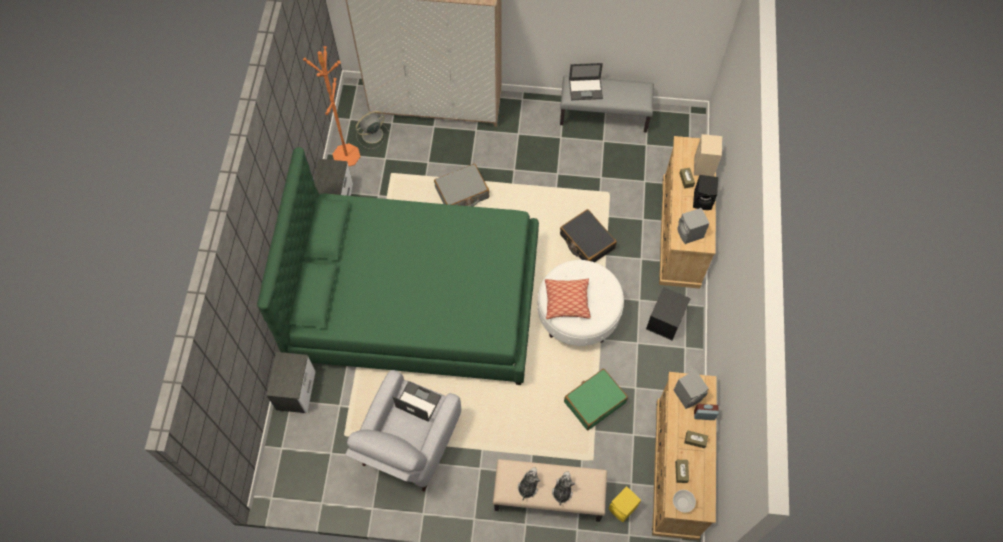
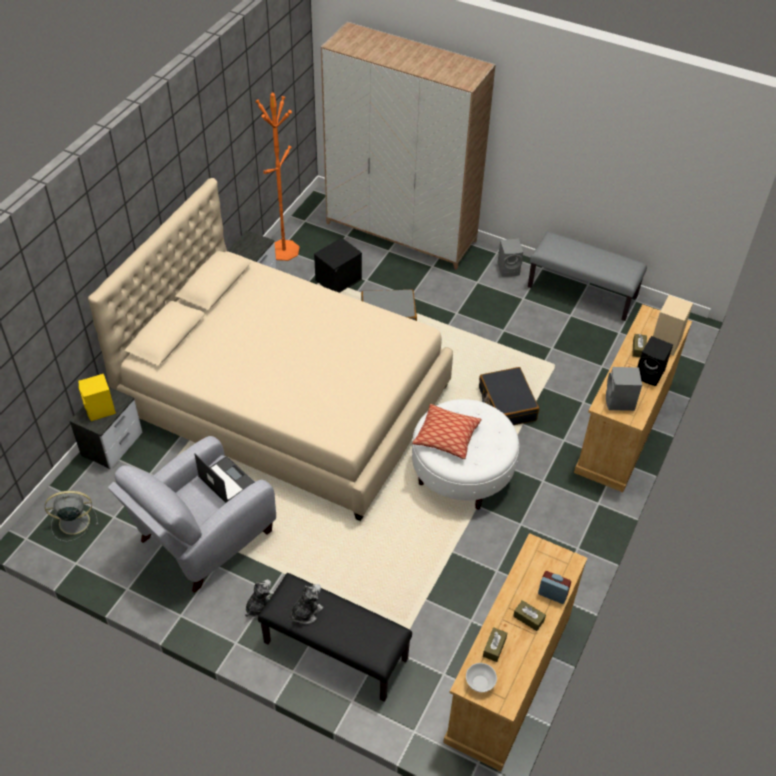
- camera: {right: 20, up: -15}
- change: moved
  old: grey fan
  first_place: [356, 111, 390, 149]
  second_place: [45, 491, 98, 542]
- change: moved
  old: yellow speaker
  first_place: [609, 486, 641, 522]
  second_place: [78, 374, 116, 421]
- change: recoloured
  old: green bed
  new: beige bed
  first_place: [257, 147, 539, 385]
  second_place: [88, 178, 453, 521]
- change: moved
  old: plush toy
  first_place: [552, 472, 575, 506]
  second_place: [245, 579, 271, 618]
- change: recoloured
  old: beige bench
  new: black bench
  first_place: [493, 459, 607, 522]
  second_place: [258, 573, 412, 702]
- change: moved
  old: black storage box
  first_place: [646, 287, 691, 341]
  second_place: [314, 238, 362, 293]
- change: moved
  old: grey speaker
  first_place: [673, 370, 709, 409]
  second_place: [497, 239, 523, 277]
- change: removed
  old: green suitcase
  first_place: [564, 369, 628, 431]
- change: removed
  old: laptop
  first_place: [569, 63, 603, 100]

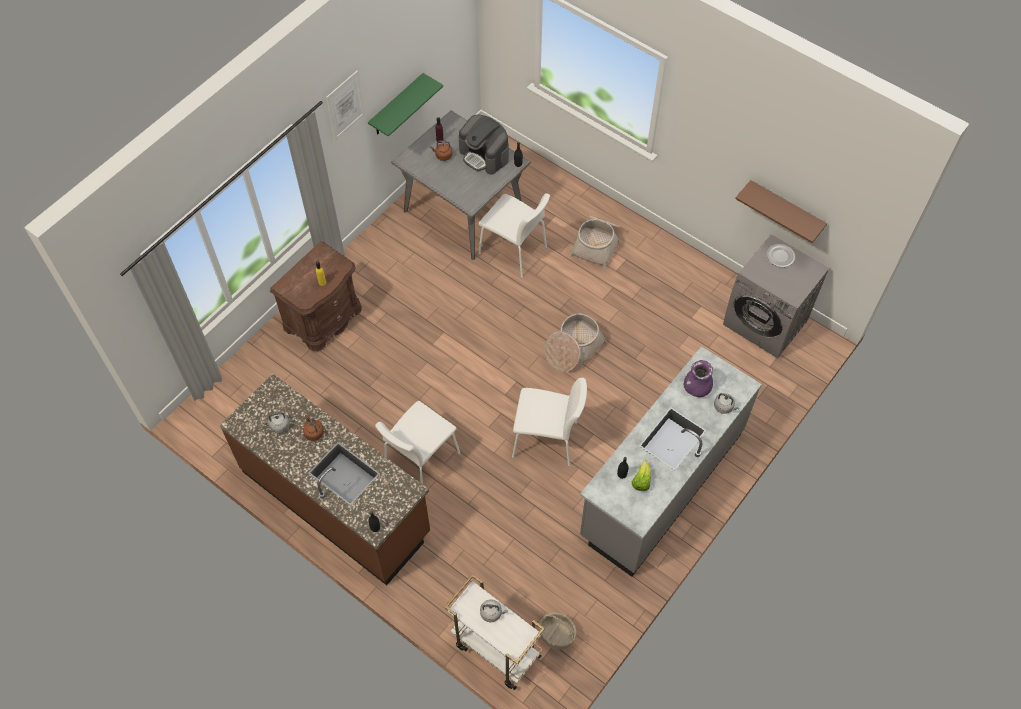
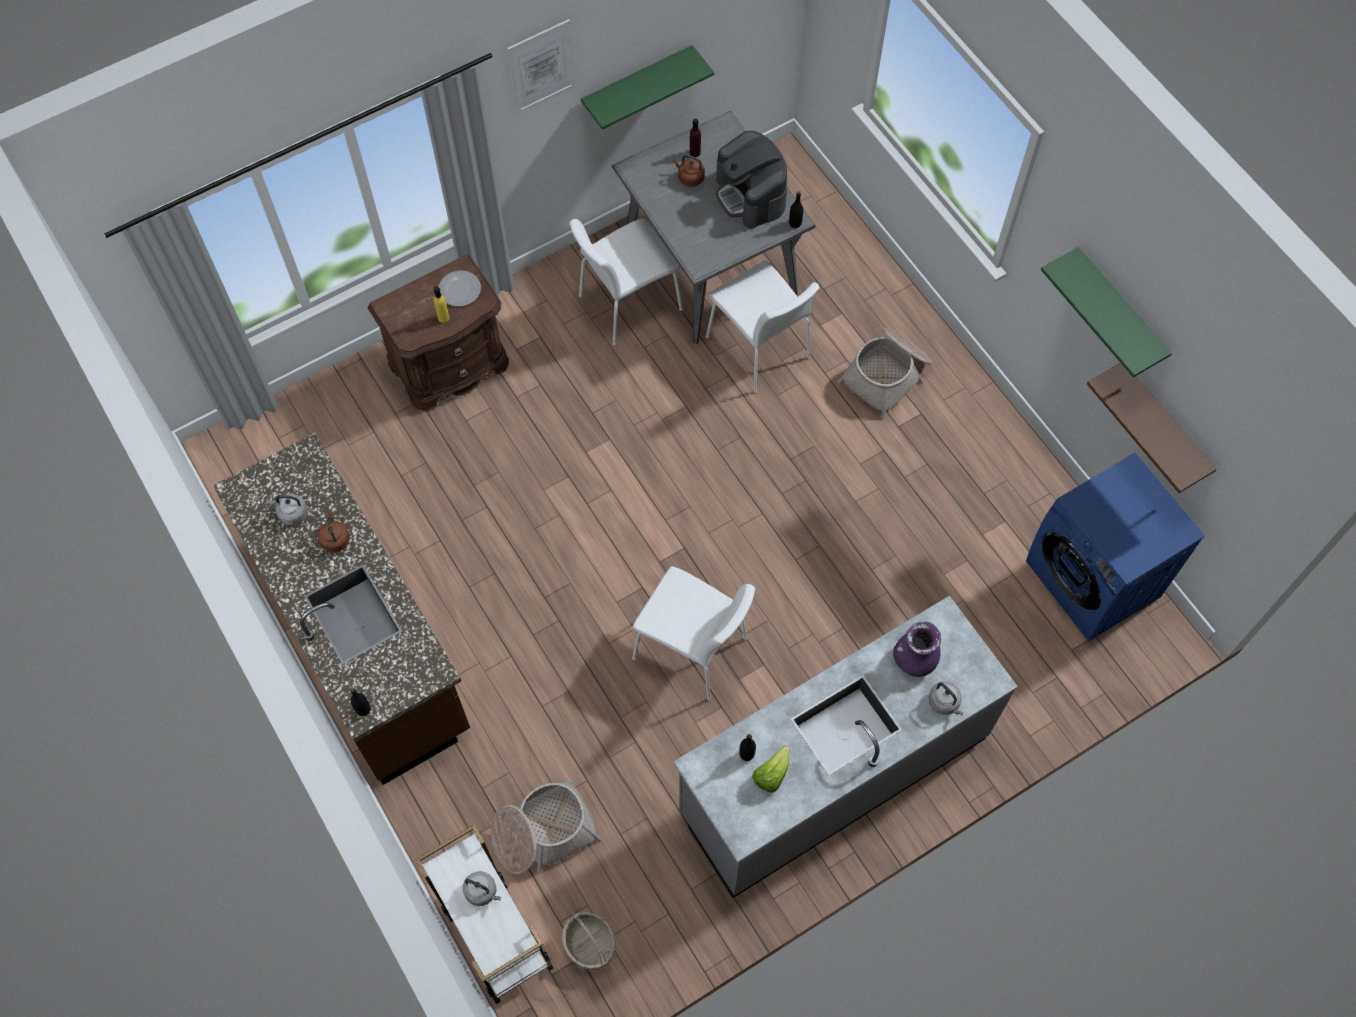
- camera: {right: 20, up: 5}
- change: moved
  old: plate
  first_place: [767, 244, 795, 267]
  second_place: [438, 271, 481, 306]
- change: moved
  old: basket
  first_place: [544, 313, 607, 372]
  second_place: [491, 780, 602, 874]
- change: moved
  old: white chair
  first_place: [375, 401, 460, 484]
  second_place: [569, 218, 683, 345]
- change: recoloured
  old: grey washing machine
  new: blue washing machine
  first_place: [723, 234, 829, 358]
  second_place: [1026, 453, 1205, 641]
- change: added
  new: green shelf
  second_place: [1041, 247, 1172, 377]

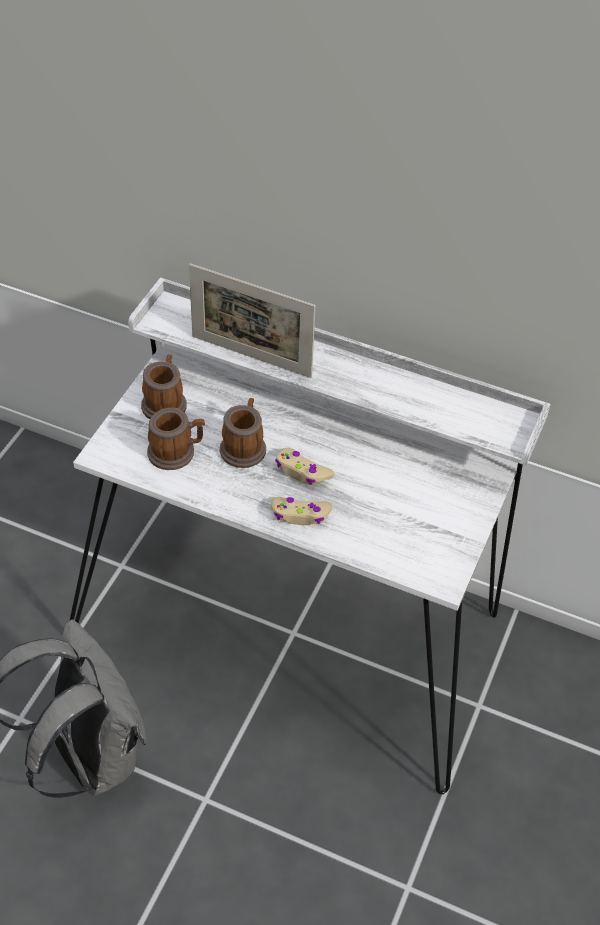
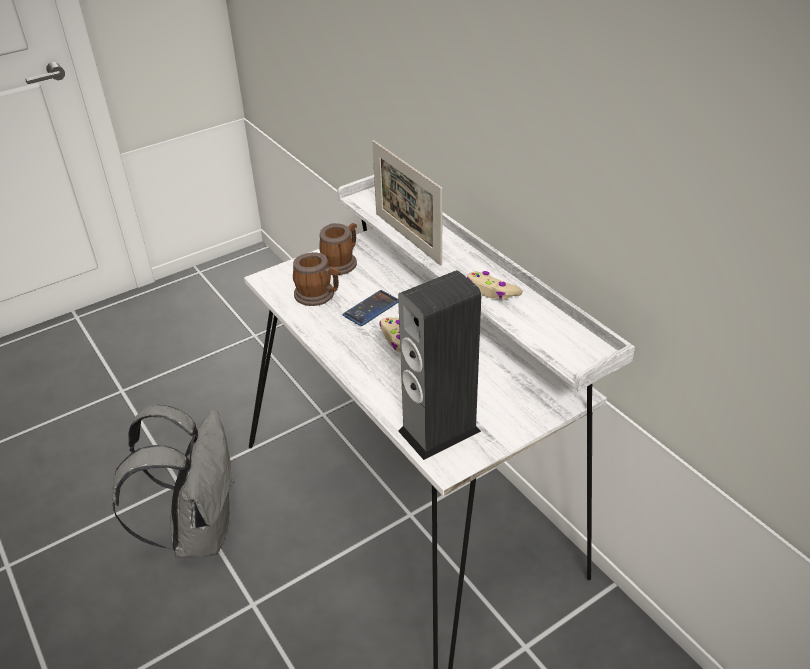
- camera: {right: 35, up: -10}
- change: replaced
  old: mug
  new: phone
  first_place: [220, 398, 266, 468]
  second_place: [343, 290, 398, 326]
- change: added
  new: speaker
  second_place: [398, 270, 481, 460]
- change: moved
  old: beige game controller
  first_place: [271, 497, 332, 525]
  second_place: [467, 271, 523, 300]

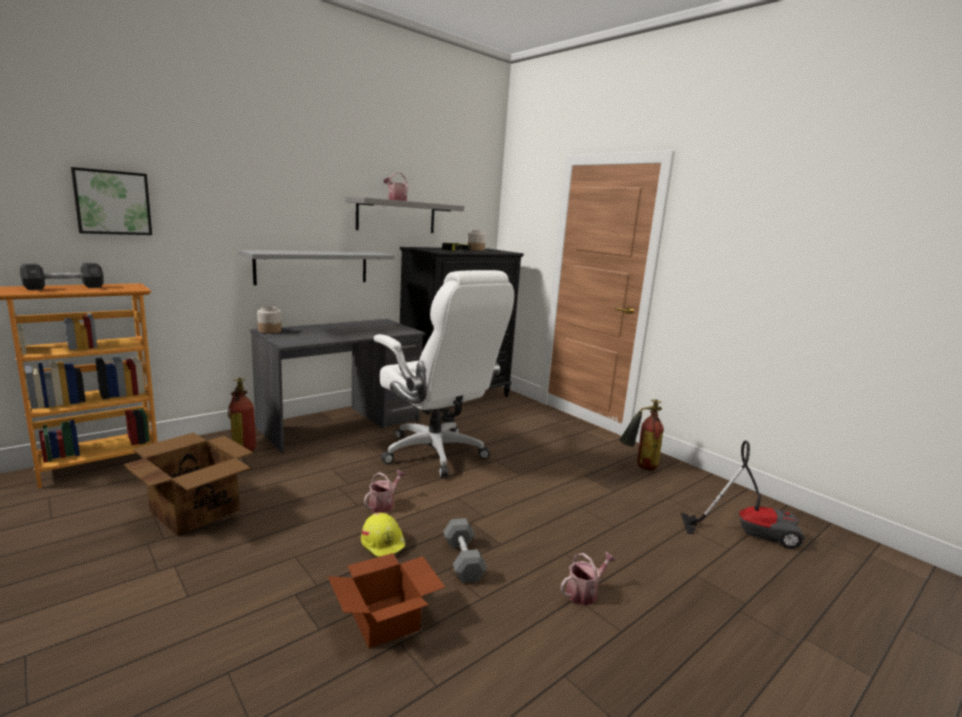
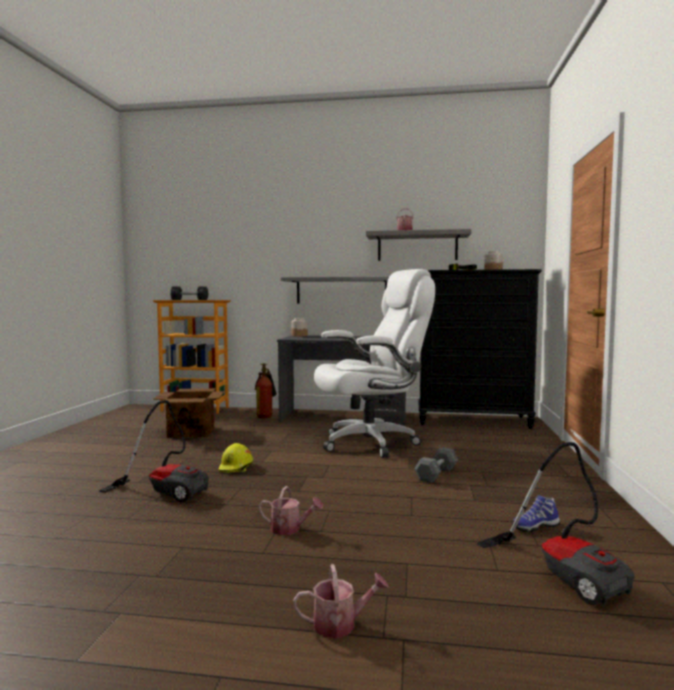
- camera: {right: 50, up: -10}
- change: replaced
  old: cardboard box
  new: vacuum cleaner
  first_place: [328, 553, 445, 649]
  second_place: [99, 400, 209, 502]
- change: moved
  old: watering can
  first_place: [364, 470, 406, 513]
  second_place: [293, 564, 388, 639]
- change: turned
  old: white office chair
  first_place: [374, 270, 514, 478]
  second_place: [314, 269, 435, 458]
  degrees: -120
- change: moved
  old: grey dumbbell
  first_place: [443, 518, 487, 583]
  second_place: [414, 447, 458, 483]
- change: added
  new: shoe
  second_place: [512, 495, 560, 532]
- change: removed
  old: picture
  first_place: [71, 167, 152, 235]
- change: removed
  old: fire extinguisher
  first_place: [619, 399, 664, 470]

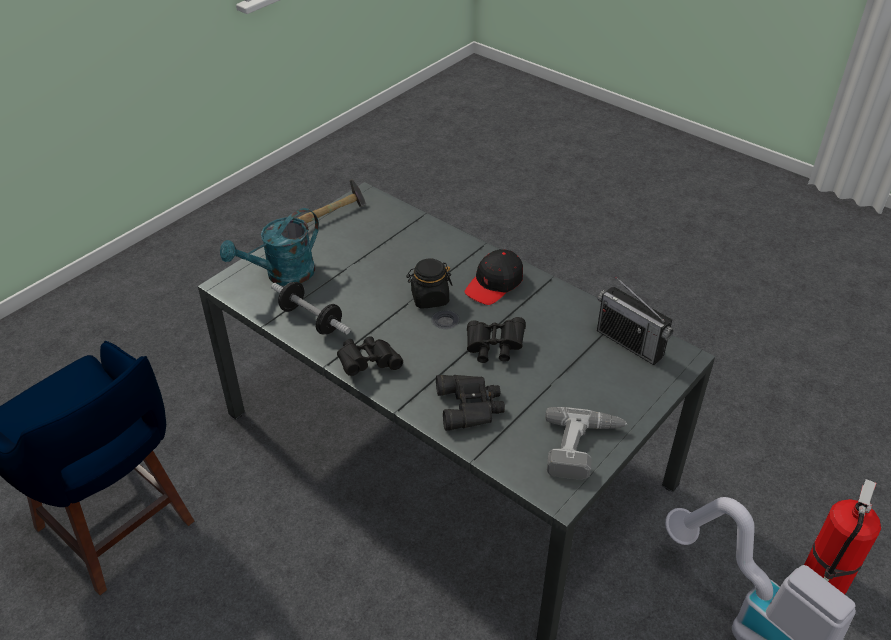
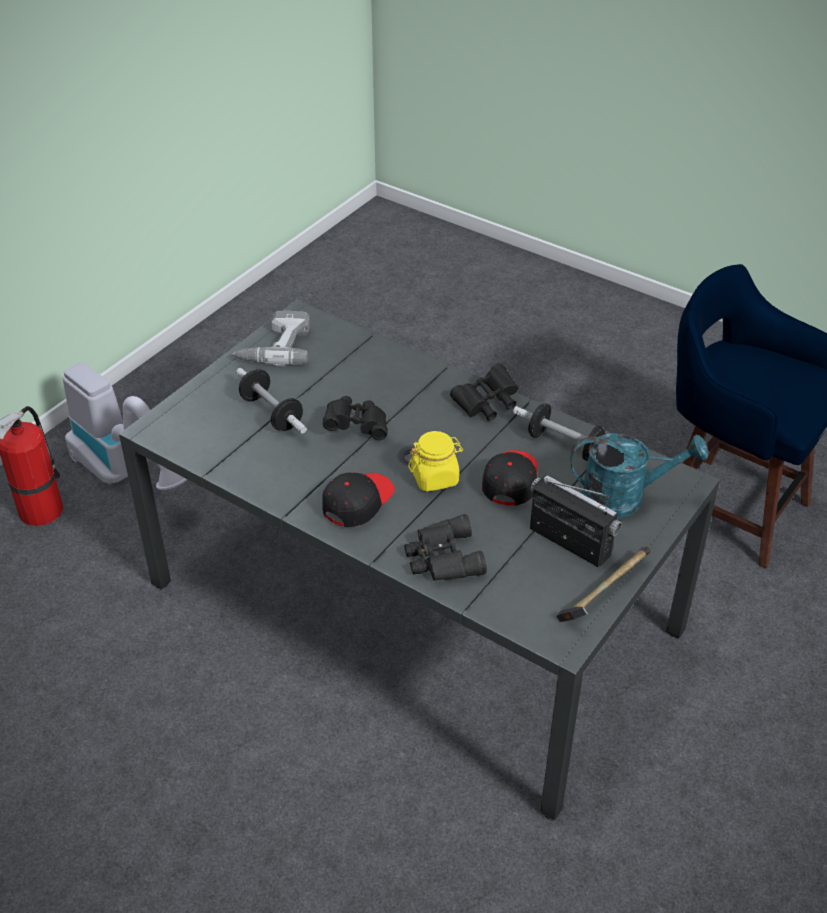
- camera: {right: 175, up: 0}
- change: added
  new: dumbbell
  second_place: [236, 368, 307, 434]
- change: moved
  old: black binoculars
  first_place: [436, 375, 505, 431]
  second_place: [404, 514, 487, 580]
- change: recoloured
  old: black jar
  new: yellow jar
  first_place: [406, 258, 453, 309]
  second_place: [408, 431, 463, 492]
- change: added
  new: black cap
  second_place: [482, 450, 538, 506]
- change: moved
  old: radio
  first_place: [597, 277, 674, 365]
  second_place: [530, 475, 622, 567]
- change: turned
  old: turquoise watering can
  first_place: [220, 208, 319, 286]
  second_place: [570, 433, 709, 518]
  degrees: 45

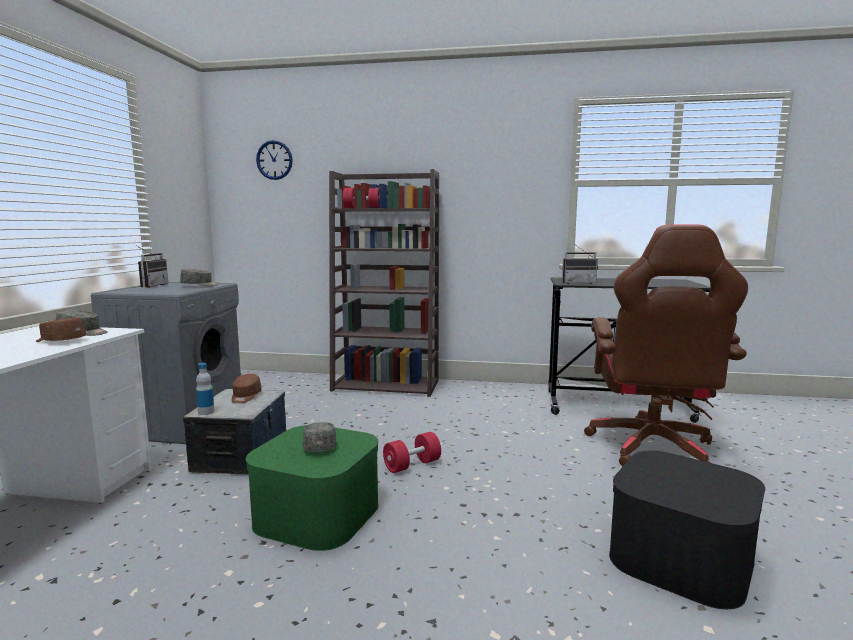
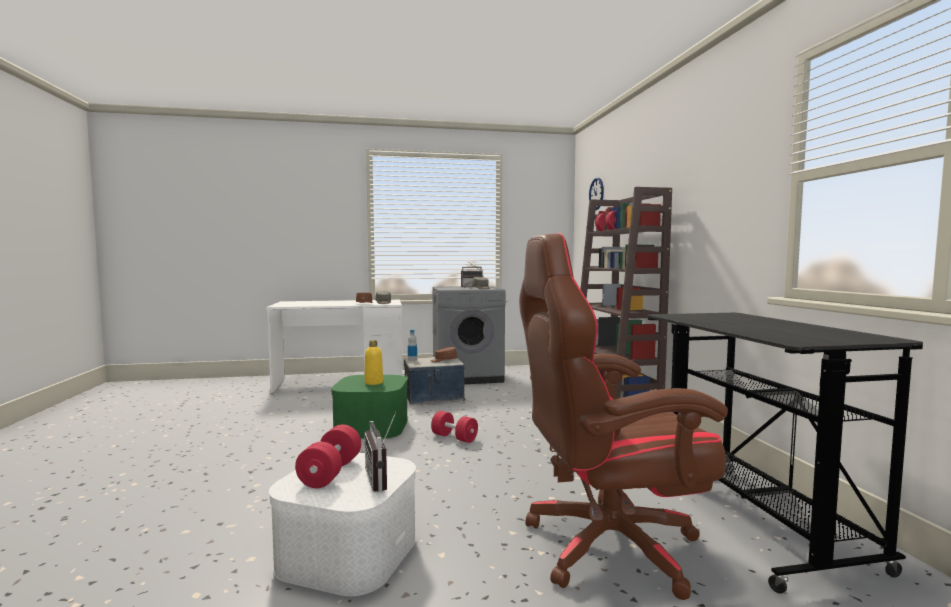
- camera: {right: 70, up: -5}
- change: recoloured
  old: black storage box
  new: white storage box
  first_place: [609, 451, 765, 609]
  second_place: [269, 453, 416, 596]
- change: added
  new: red dumbbell
  second_place: [295, 424, 361, 488]
- change: replaced
  old: grey cap
  new: yellow bottle
  first_place: [303, 422, 336, 452]
  second_place: [365, 340, 383, 385]
- change: moved
  old: radio
  first_place: [562, 245, 598, 284]
  second_place: [365, 412, 396, 492]

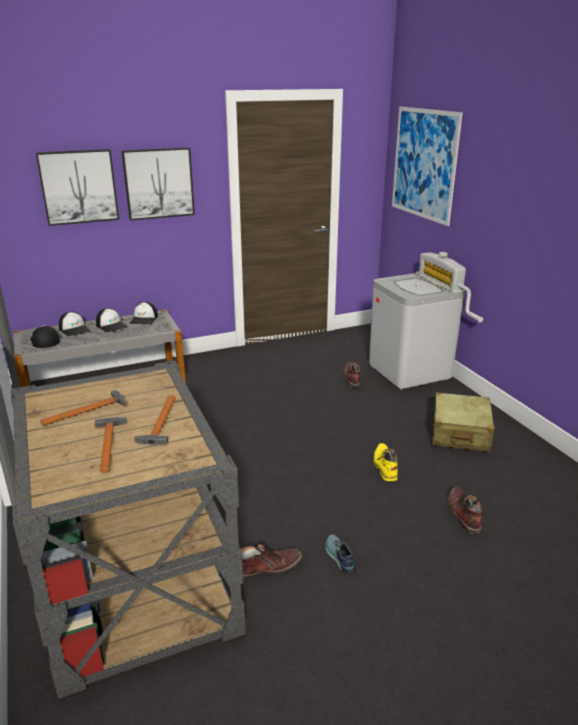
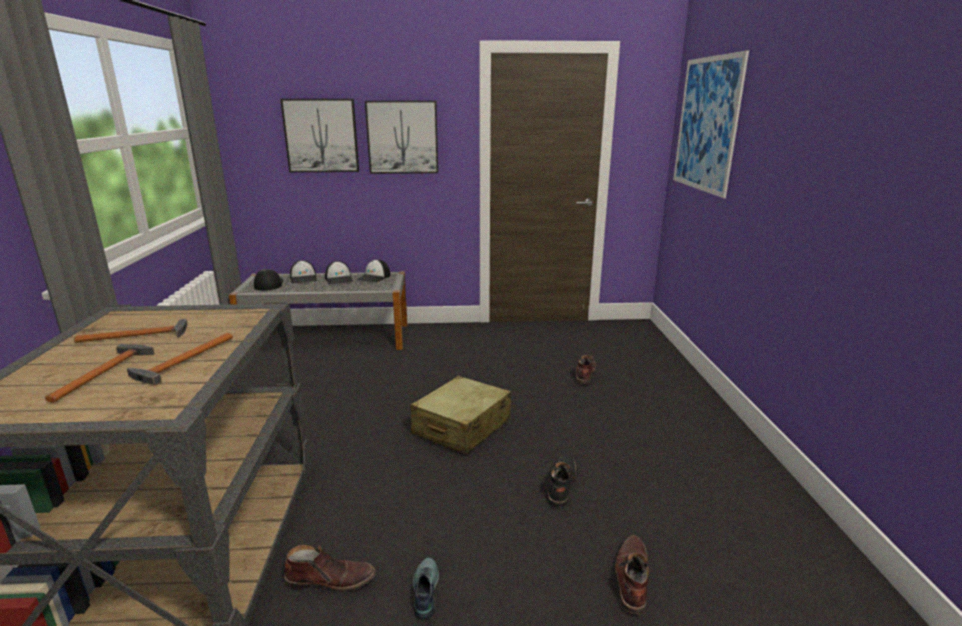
- camera: {right: 20, up: -5}
- change: moved
  old: beige suitcase
  first_place: [432, 392, 495, 452]
  second_place: [410, 376, 511, 454]
- change: recoloured
  old: yellow boot
  new: black boot
  first_place: [373, 443, 398, 482]
  second_place: [548, 454, 576, 508]
- change: removed
  old: grey washing machine
  first_place: [369, 252, 483, 390]

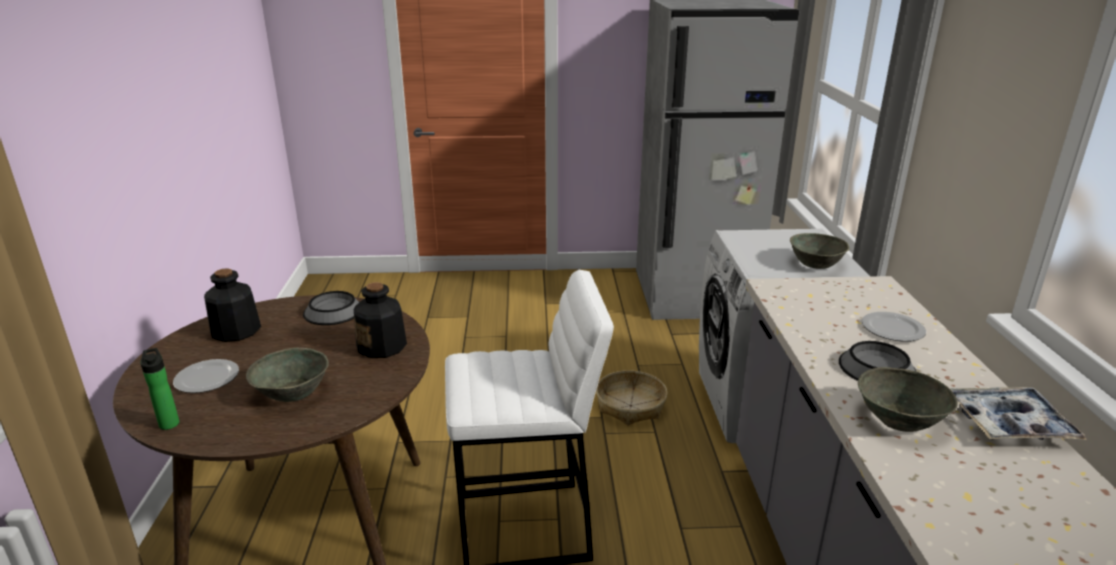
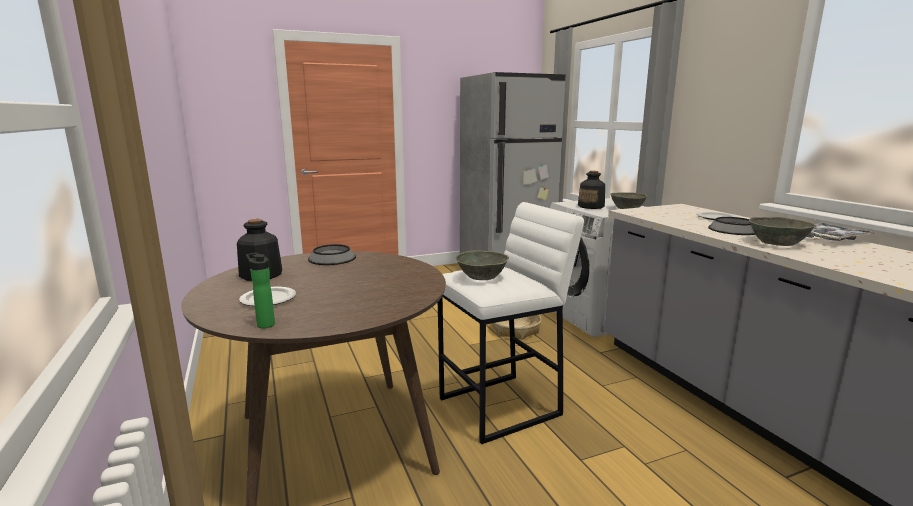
- camera: {right: -20, up: -10}
- change: moved
  old: grey bowl
  first_place: [246, 348, 329, 402]
  second_place: [455, 250, 509, 280]
- change: moved
  old: bottle
  first_place: [354, 282, 407, 358]
  second_place: [578, 171, 605, 209]

